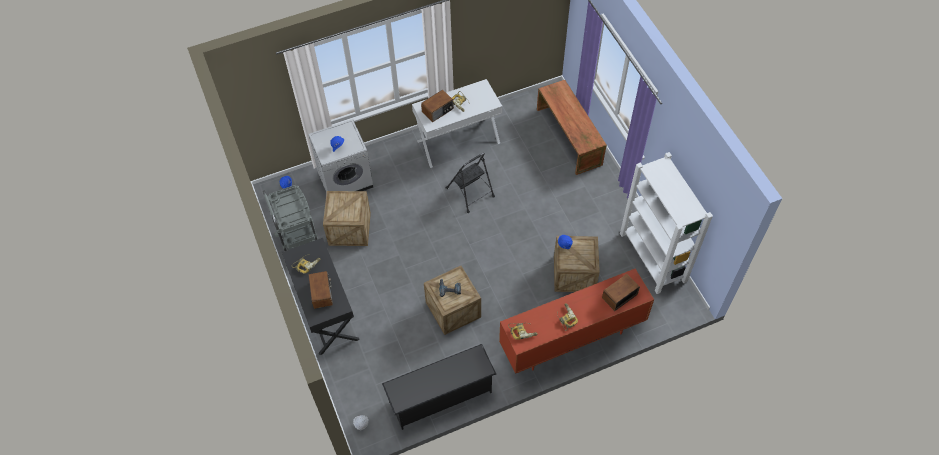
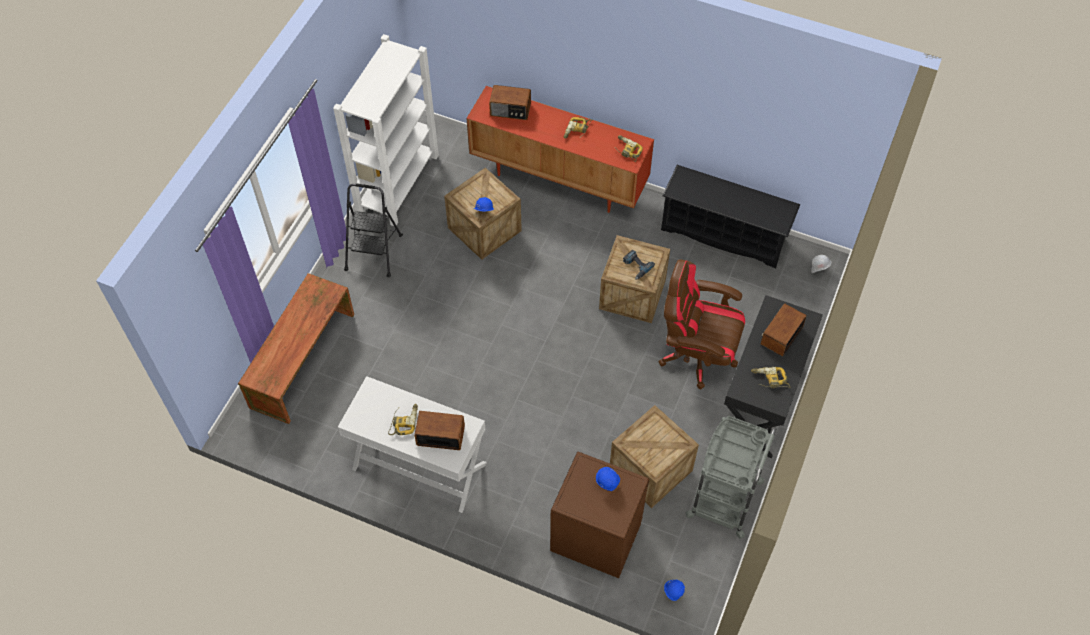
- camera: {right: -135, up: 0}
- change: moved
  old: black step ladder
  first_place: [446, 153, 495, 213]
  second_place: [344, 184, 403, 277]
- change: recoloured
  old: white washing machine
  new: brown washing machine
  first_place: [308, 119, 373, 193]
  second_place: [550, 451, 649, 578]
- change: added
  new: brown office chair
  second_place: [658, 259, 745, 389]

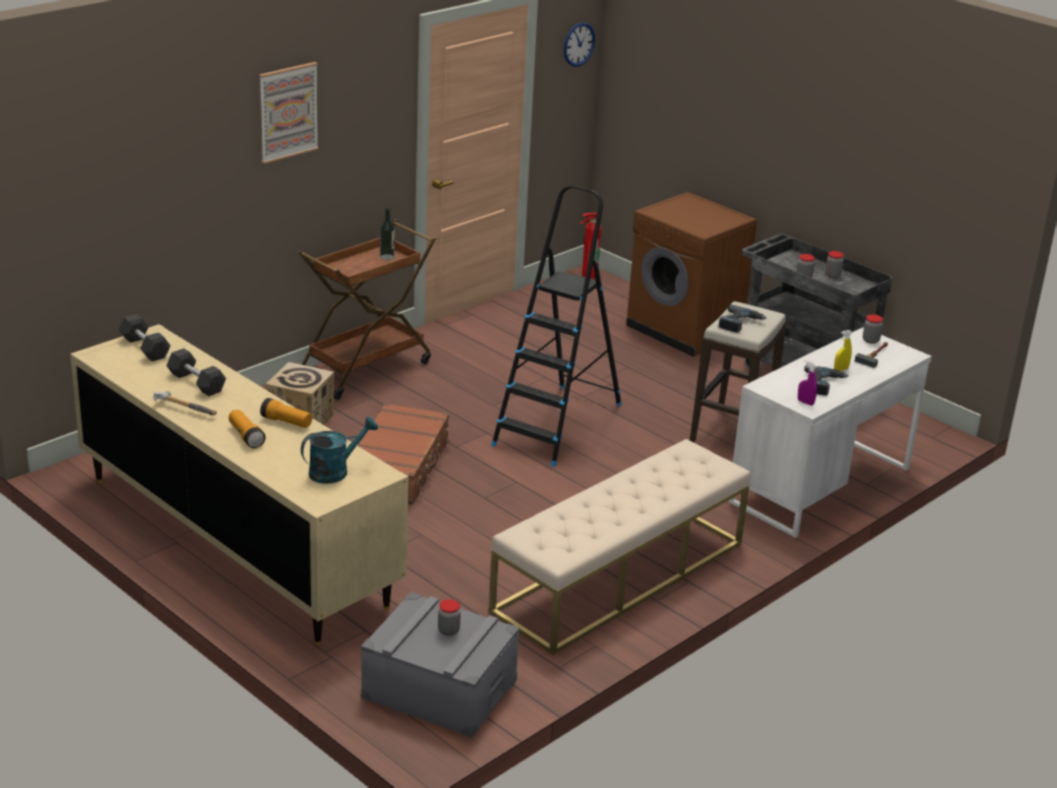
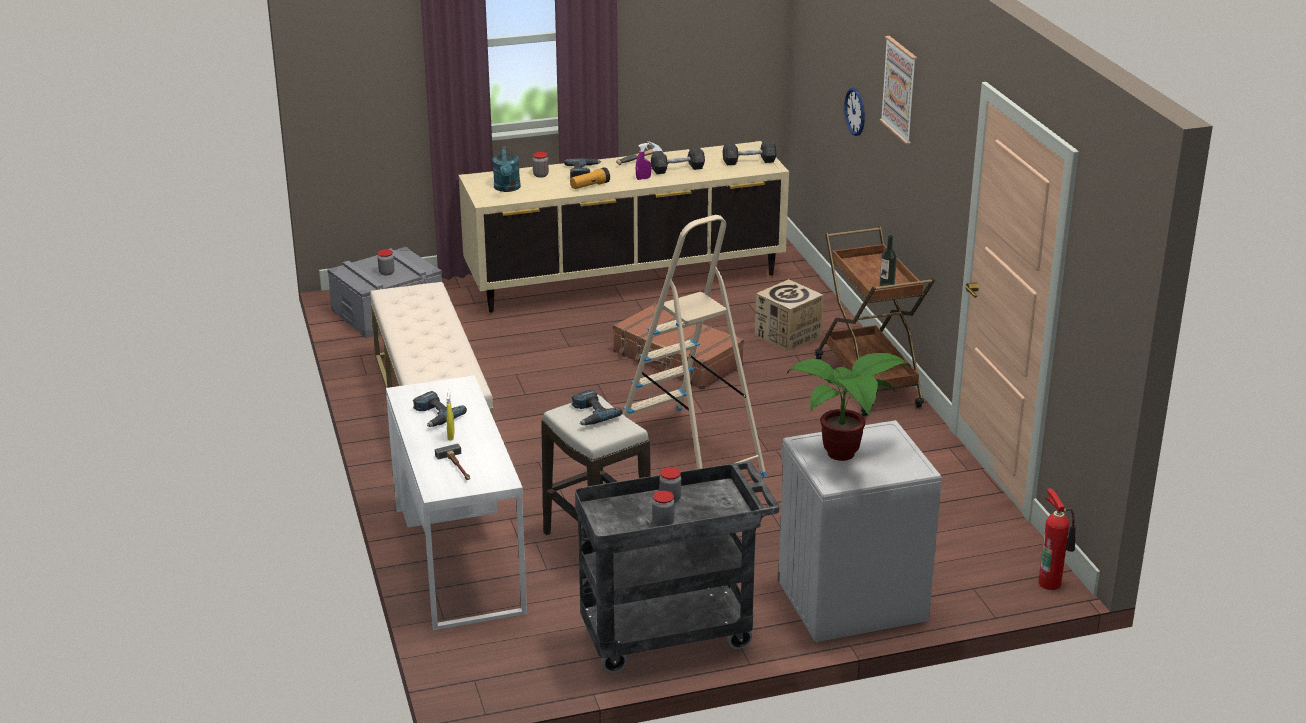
- camera: {right: 120, up: 0}
- change: moved
  old: jar
  first_place: [863, 314, 883, 344]
  second_place: [533, 152, 549, 178]
- change: replaced
  old: flashlight
  new: power drill
  first_place: [229, 410, 266, 448]
  second_place: [564, 158, 602, 178]
- change: recoloured
  old: black step ladder
  new: beige step ladder
  first_place: [491, 186, 622, 467]
  second_place: [623, 215, 767, 478]
- change: moved
  old: purple spray bottle
  first_place: [798, 360, 817, 406]
  second_place: [636, 143, 651, 180]
- change: recoloured
  old: brown washing machine
  new: white washing machine
  first_place: [626, 192, 757, 357]
  second_place: [778, 420, 942, 642]
- change: added
  new: potted plant
  second_place: [787, 353, 911, 461]
- change: moved
  old: wall clock
  first_place: [564, 23, 595, 67]
  second_place: [844, 88, 865, 136]

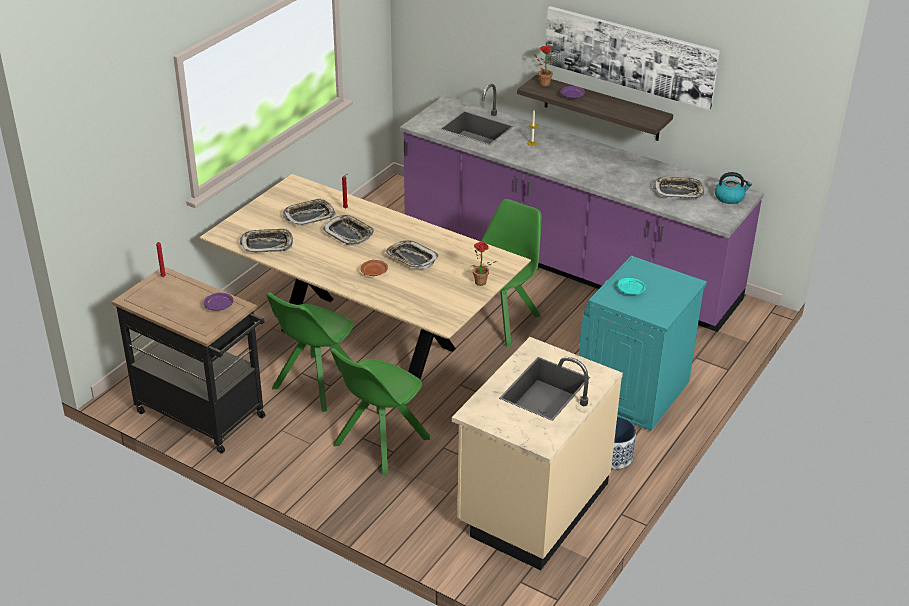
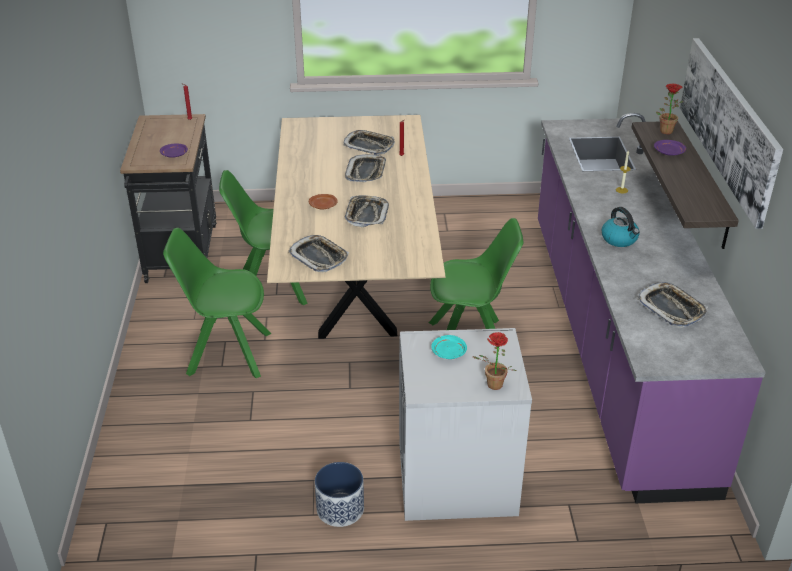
- camera: {right: 55, up: 0}
- change: moved
  old: tray
  first_place: [240, 228, 293, 253]
  second_place: [288, 235, 349, 272]
- change: recoloured
  old: turquoise washing machine
  new: white washing machine
  first_place: [579, 255, 707, 431]
  second_place: [399, 328, 532, 521]
- change: moved
  old: potted plant
  first_place: [471, 242, 497, 286]
  second_place: [473, 332, 517, 390]
- change: moved
  old: kettle
  first_place: [715, 172, 752, 204]
  second_place: [602, 207, 639, 247]
- change: removed
  old: beige counter
  first_place: [452, 337, 623, 570]

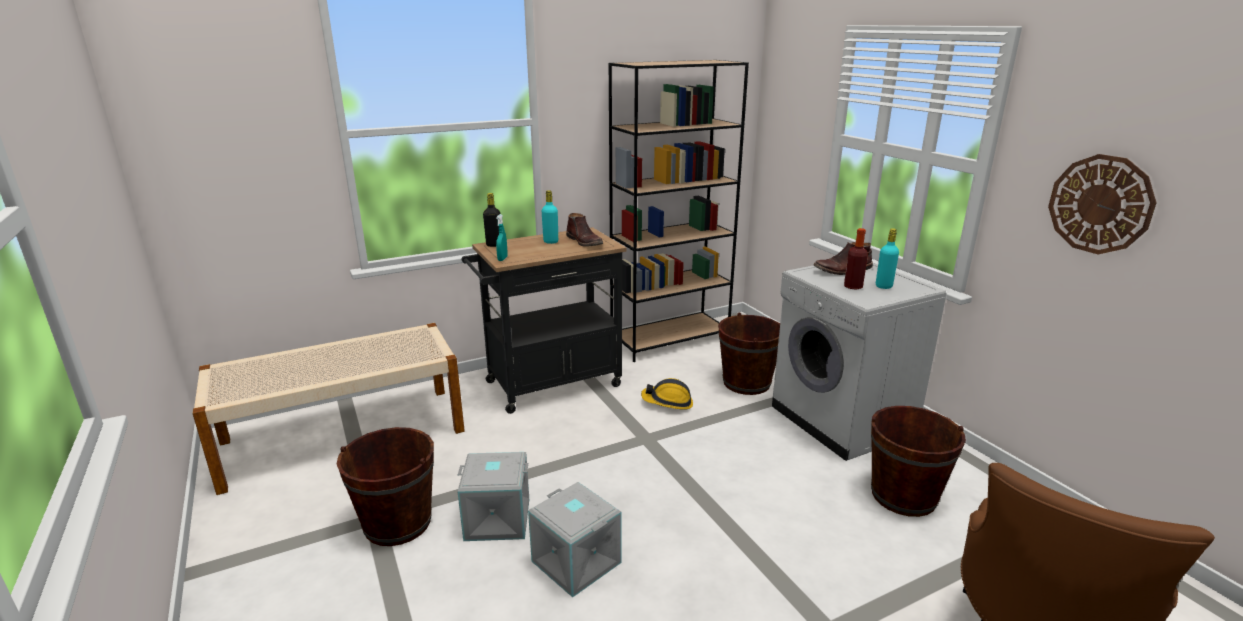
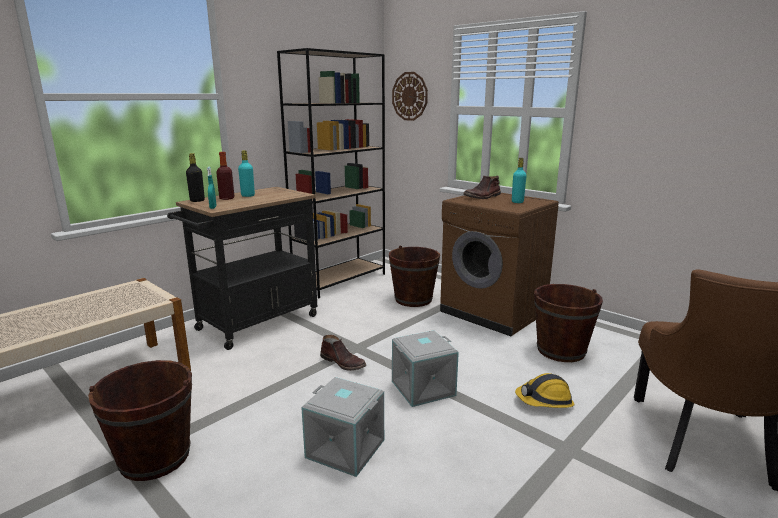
- camera: {right: -20, up: -5}
- change: moved
  old: bottle
  first_place: [844, 228, 868, 290]
  second_place: [216, 152, 235, 200]
- change: moved
  old: brown boot
  first_place: [566, 213, 603, 247]
  second_place: [320, 335, 366, 371]
- change: moved
  old: wall clock
  first_place: [1048, 154, 1156, 255]
  second_place: [392, 72, 428, 121]
- change: moved
  old: grey storage box
  first_place: [457, 452, 529, 541]
  second_place: [392, 330, 459, 407]
- change: recoloured
  old: white washing machine
  new: brown washing machine
  first_place: [772, 263, 946, 461]
  second_place: [440, 193, 559, 336]
- change: moved
  old: hard hat
  first_place: [641, 378, 693, 410]
  second_place: [515, 373, 574, 408]

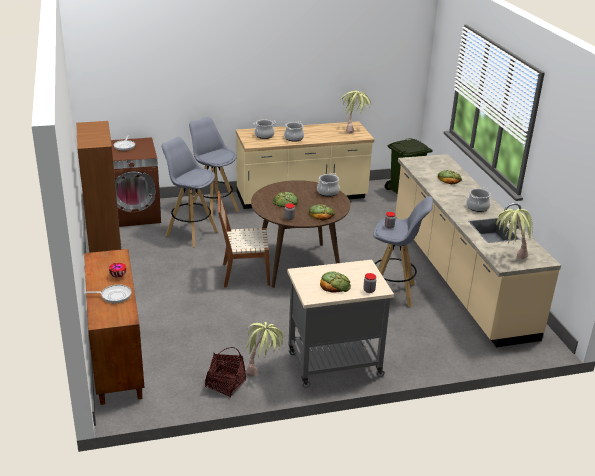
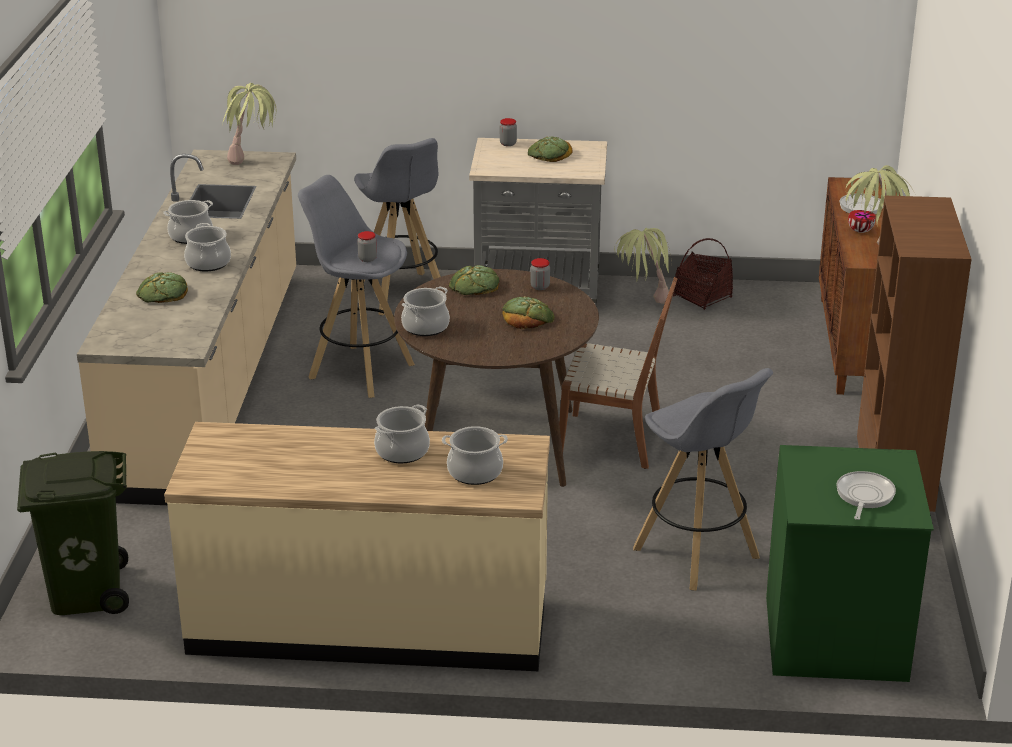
- camera: {right: -160, up: 0}
- change: added
  new: cooking pot
  second_place: [184, 223, 231, 272]
- change: moved
  old: grey stool
  first_place: [189, 117, 239, 222]
  second_place: [354, 138, 441, 315]
- change: recoloured
  old: brown washing machine
  new: green washing machine
  first_place: [111, 137, 161, 227]
  second_place: [766, 445, 934, 682]
- change: moved
  old: potted plant
  first_place: [340, 90, 371, 134]
  second_place: [846, 165, 914, 245]

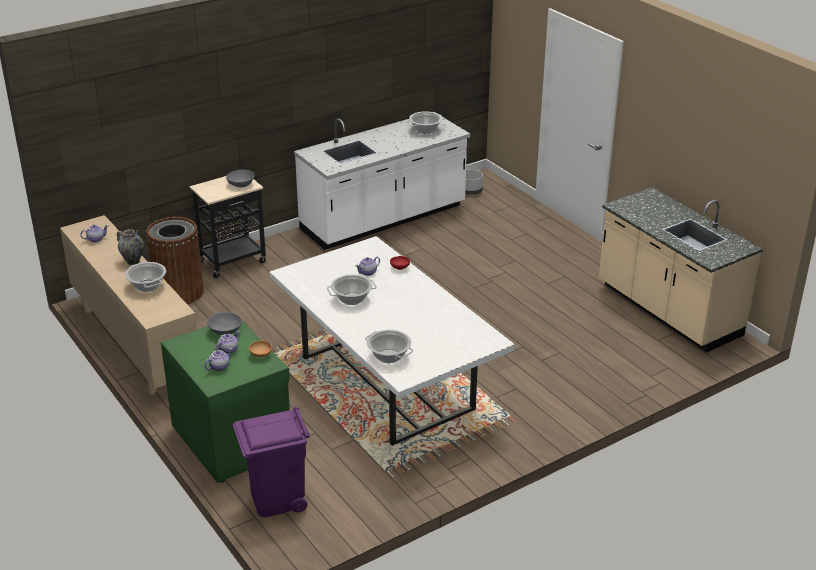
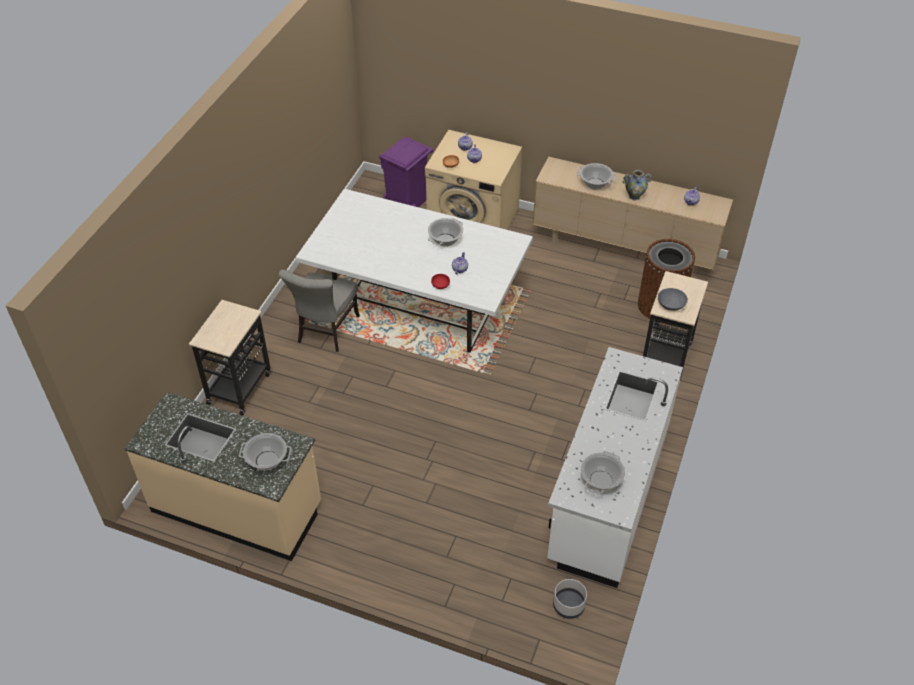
- camera: {right: 145, up: 15}
- change: added
  new: cart
  second_place: [189, 300, 271, 416]
- change: moved
  old: cooking pot
  first_place: [365, 330, 413, 363]
  second_place: [239, 433, 292, 470]
- change: added
  new: grey chair
  second_place: [278, 269, 360, 352]
- change: recoloured
  old: green washing machine
  new: beige washing machine
  first_place: [161, 321, 290, 483]
  second_place: [425, 130, 522, 230]
- change: removed
  old: grey bowl
  first_place: [207, 312, 242, 335]

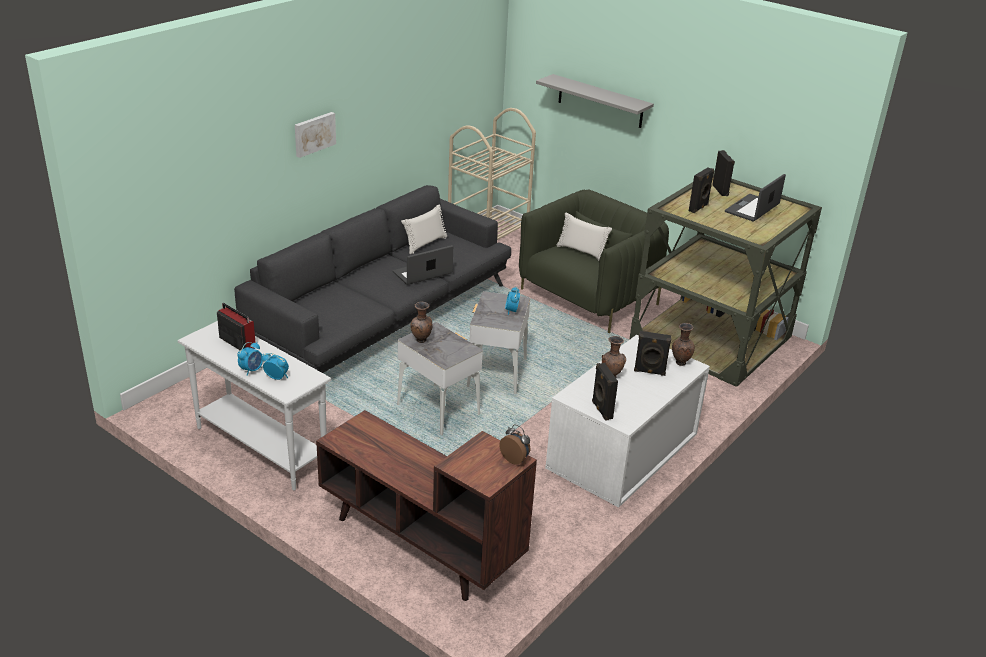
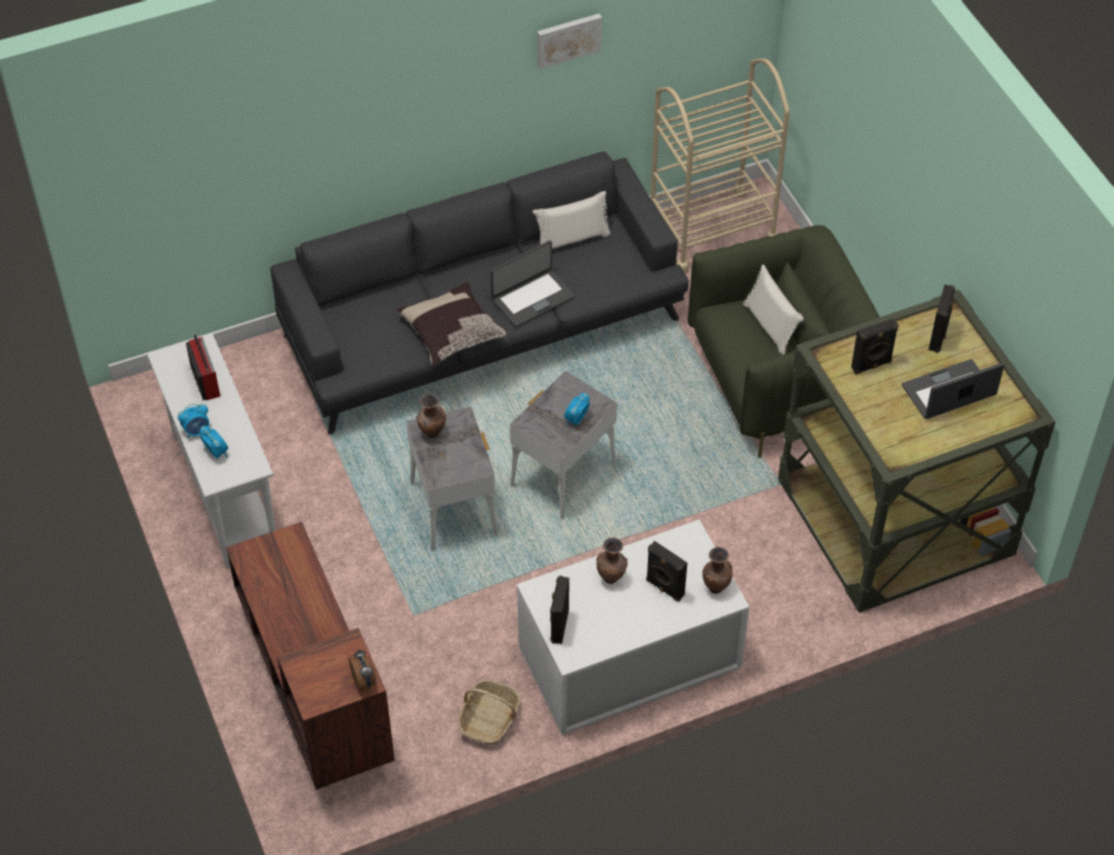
- camera: {right: 30, up: 20}
- change: added
  new: pillow
  second_place: [397, 282, 506, 366]
- change: added
  new: basket
  second_place: [459, 680, 520, 745]
- change: turned
  old: laptop
  first_place: [393, 245, 453, 285]
  second_place: [491, 240, 575, 327]
  degrees: 150
- change: moved
  old: picture
  first_place: [295, 112, 336, 158]
  second_place: [537, 13, 602, 69]
- change: removed
  old: grey shelf
  first_place: [536, 74, 654, 128]

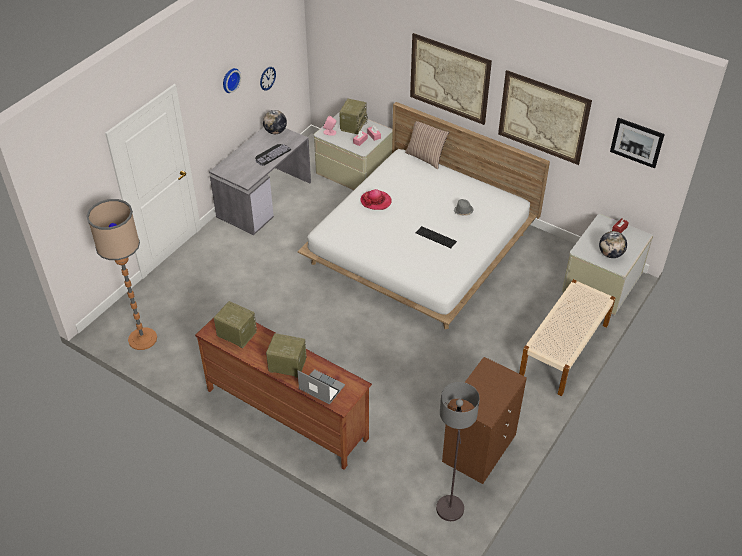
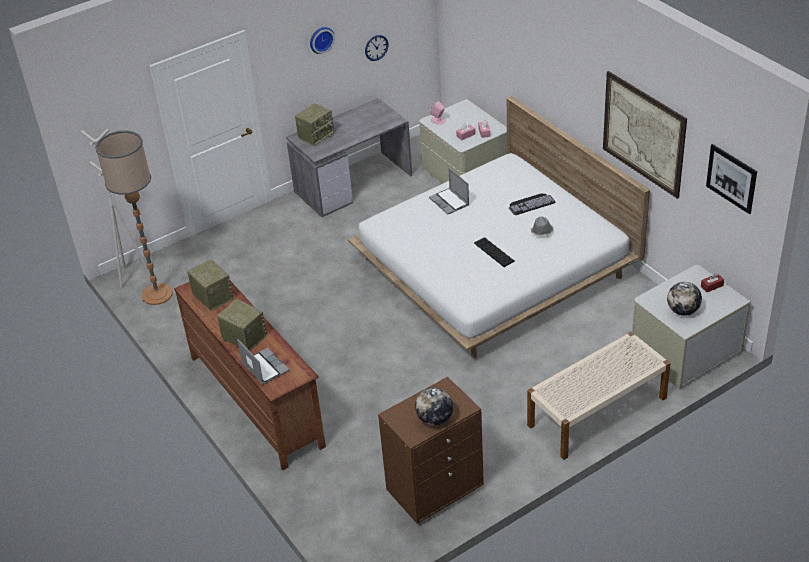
- camera: {right: 25, up: -5}
- change: added
  new: grey clothes rack
  second_place: [81, 128, 150, 289]
- change: moved
  old: radio
  first_place: [339, 99, 368, 134]
  second_place: [295, 103, 336, 146]
- change: moved
  old: globe
  first_place: [263, 110, 287, 134]
  second_place: [415, 387, 453, 426]
- change: replaced
  old: hat
  new: laptop
  first_place: [361, 189, 392, 210]
  second_place: [429, 168, 469, 214]
- change: moved
  old: keyboard
  first_place: [255, 144, 291, 166]
  second_place: [509, 194, 555, 215]
- change: removed
  old: pillow
  first_place: [405, 121, 449, 169]
- change: removed
  old: picture
  first_place: [410, 33, 492, 125]
- change: removed
  old: grey floor lamp
  first_place: [436, 382, 480, 521]

